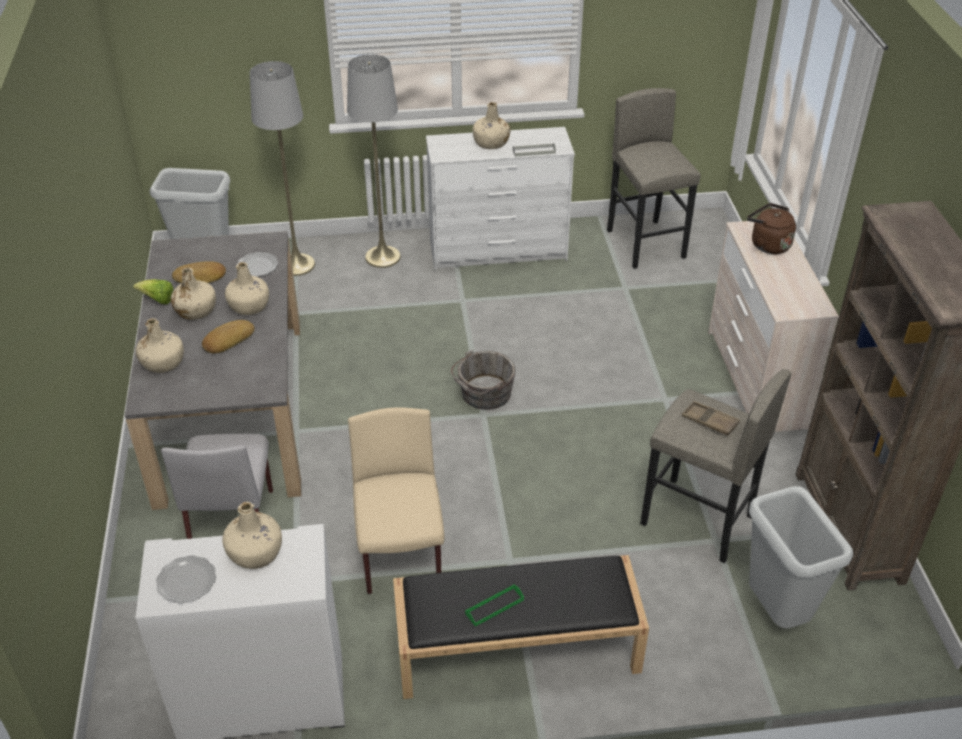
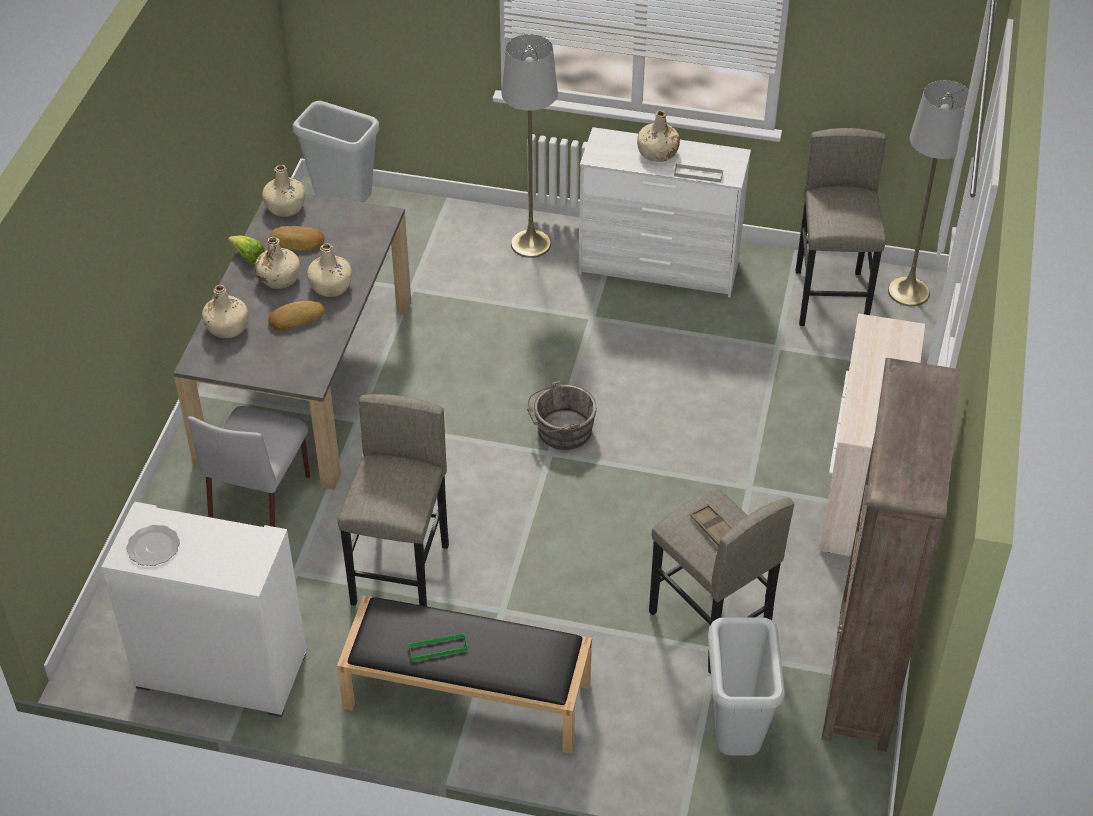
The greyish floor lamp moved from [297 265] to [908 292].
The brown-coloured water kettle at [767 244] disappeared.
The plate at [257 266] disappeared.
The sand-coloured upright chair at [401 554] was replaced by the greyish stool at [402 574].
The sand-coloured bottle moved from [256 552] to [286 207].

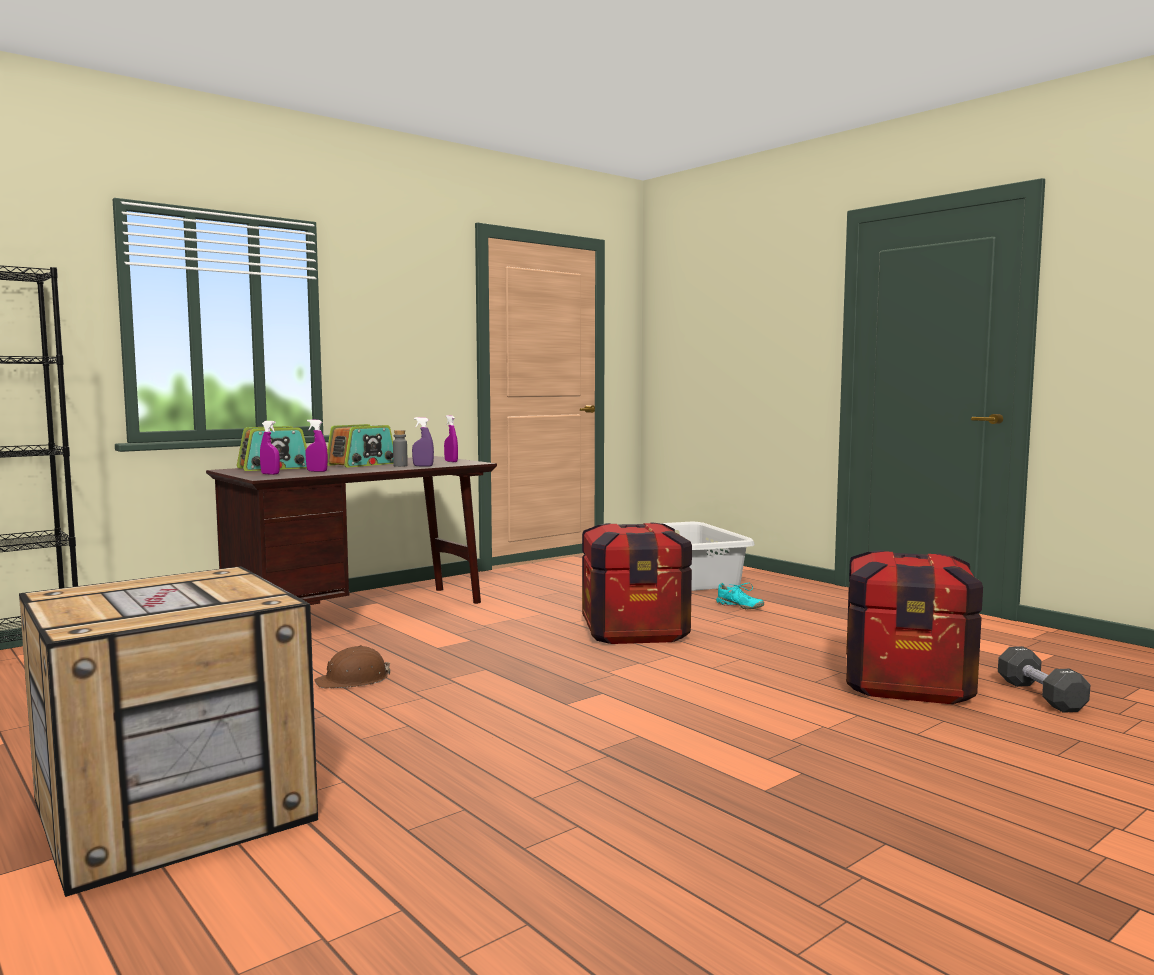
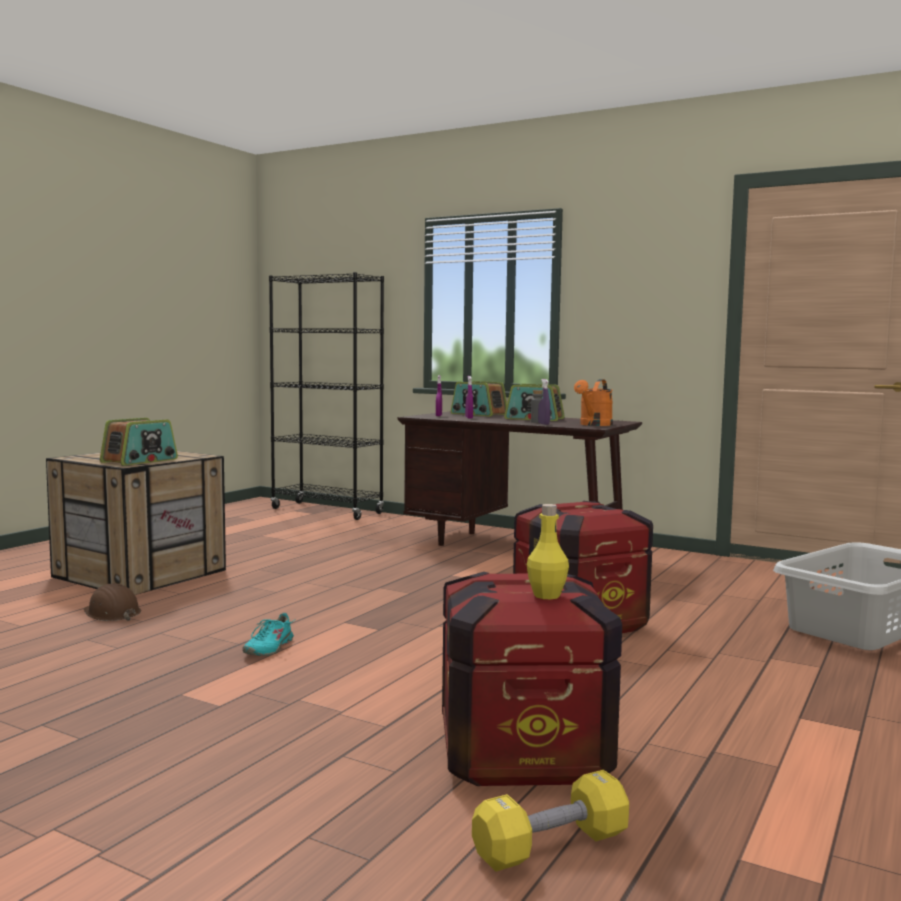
The purple-coloured sprayer at [451 461] was replaced by the orange sprinkling can at [594 425].
The turquoise shoe moved from [739 606] to [268 648].
The brown-coloured hard hat moved from [353 680] to [112 613].
The black-coloured free weight at [1040 696] became the yellow-coloured free weight at [551 846].
The radio receiver at [140 461] appeared.
The yellow-coloured bottle at [546 595] appeared.

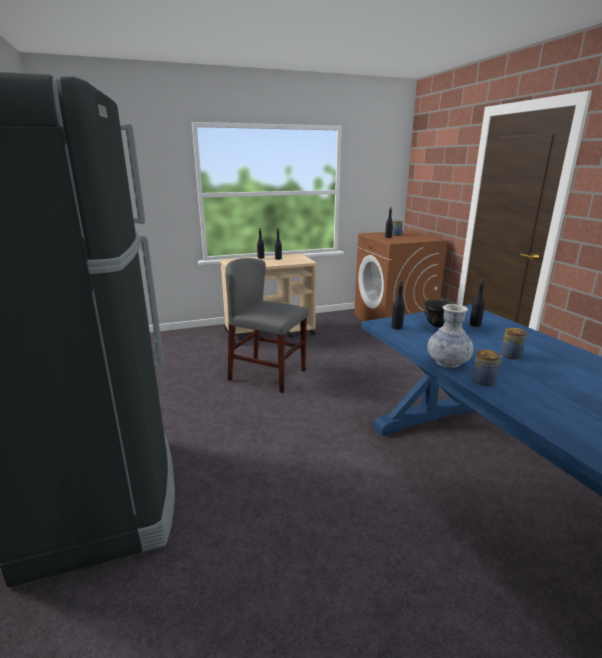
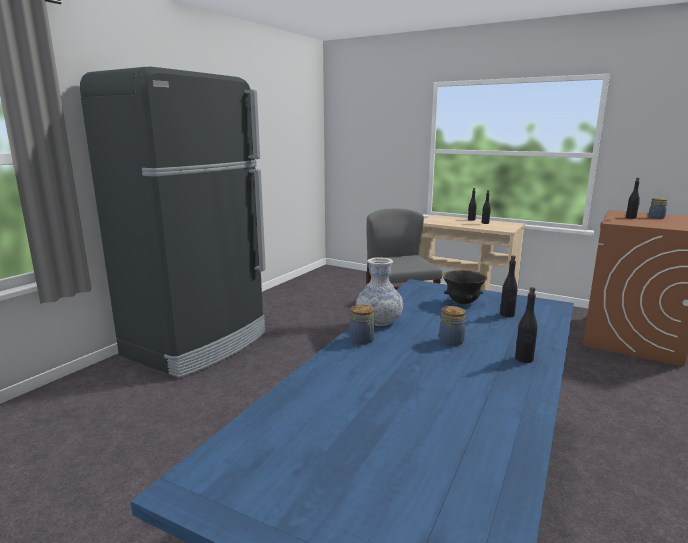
The black-coloured bottle moved from [397 327] to [524 359].

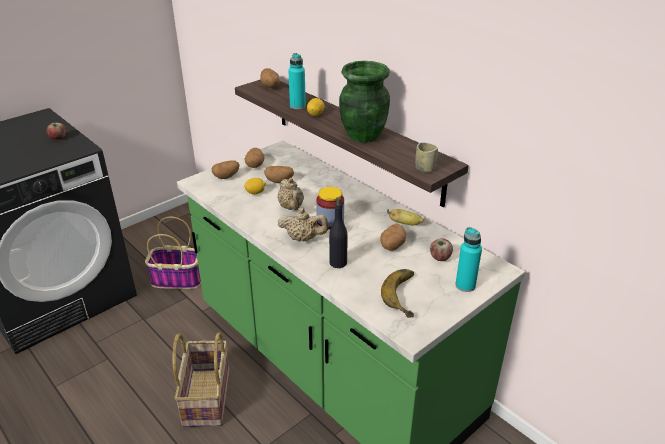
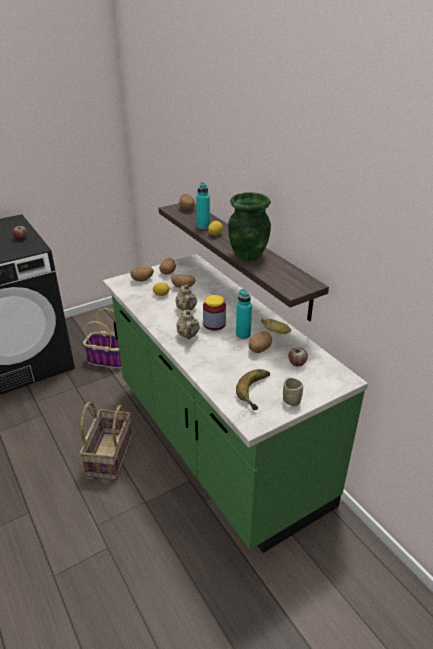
The drinking cup moved from [425 169] to [291 401].
The black-coloured bottle at [338 262] disappeared.
The sand-coloured teapot at [303 239] turned 60 degrees clockwise.
The turquoise bottle moved from [465 285] to [243 334].

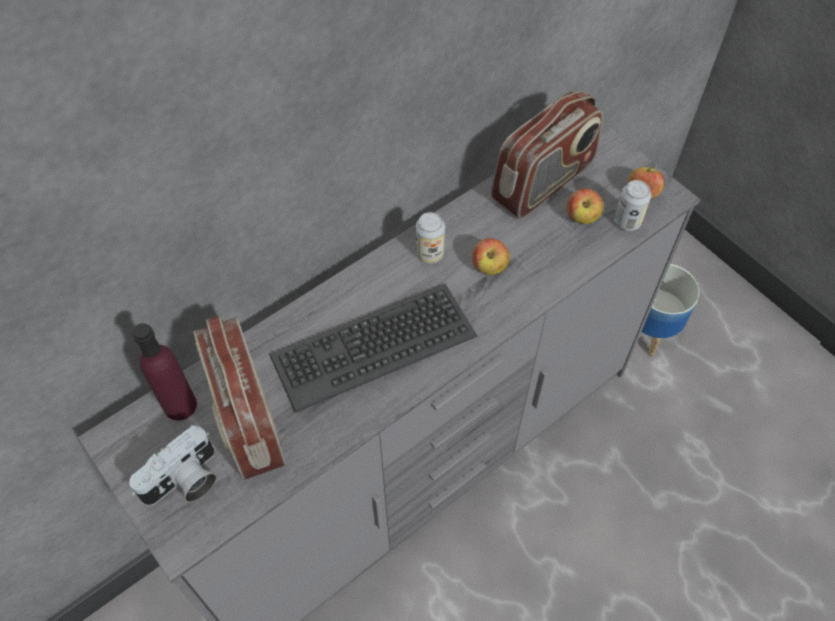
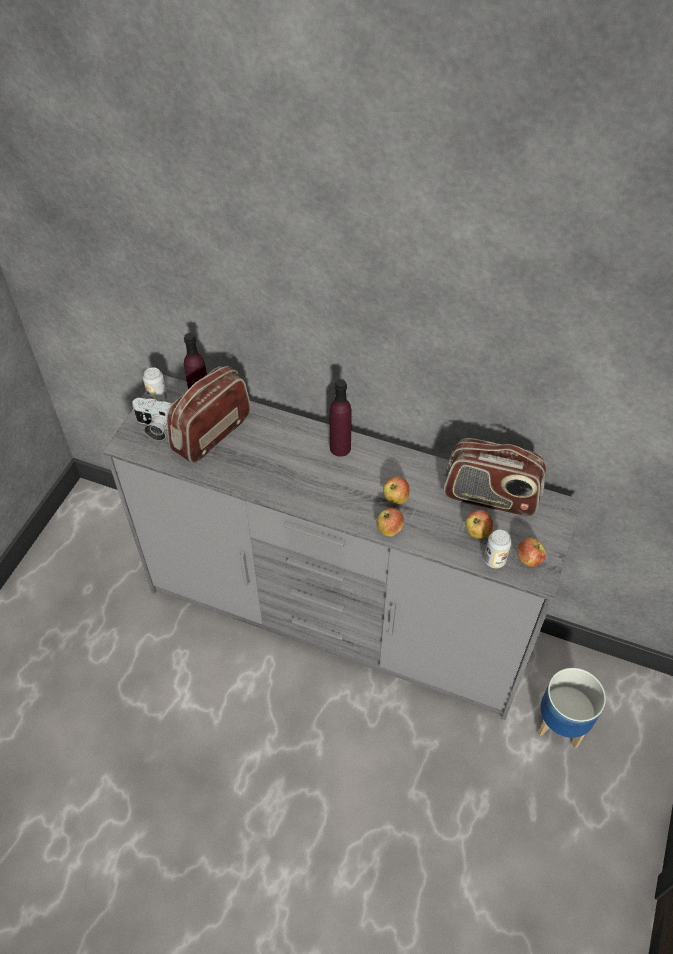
The metal can moved from [429 254] to [158 398].
The PC keyboard at [373 345] disappeared.
The purple-coloured bottle at [340 448] appeared.
The whole apple at [389 529] appeared.

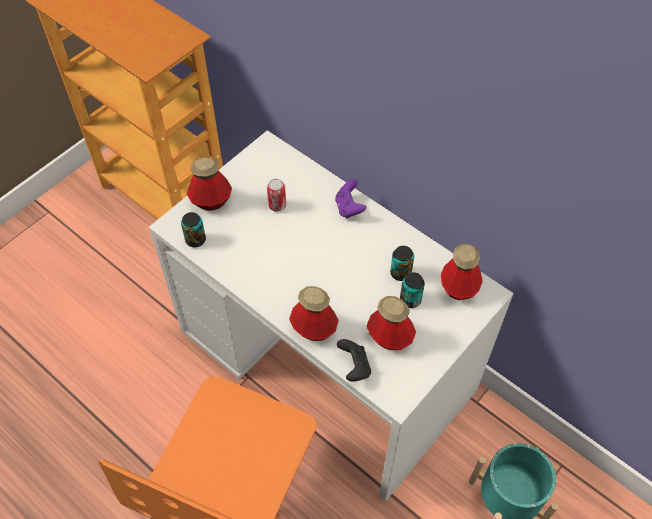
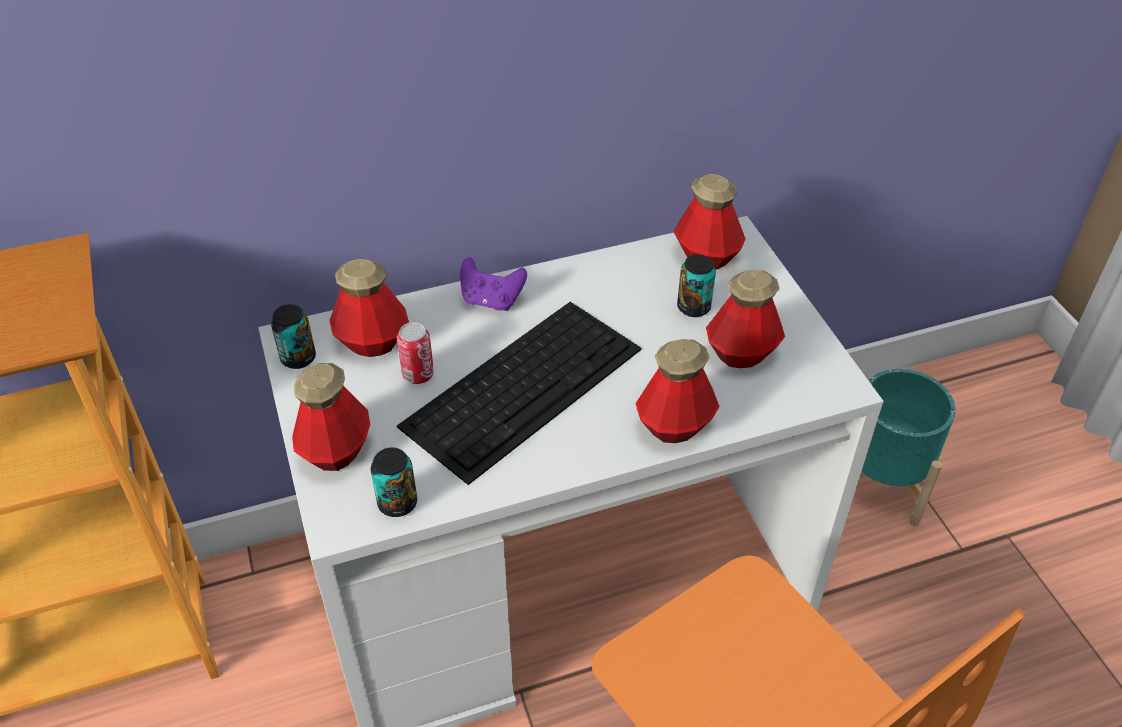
The metal can moved from [400 273] to [298 358].
The black-coloured game controller at [354 367] disappeared.
The bottle at [372 342] appeared.
The PC keyboard at [524 385] appeared.

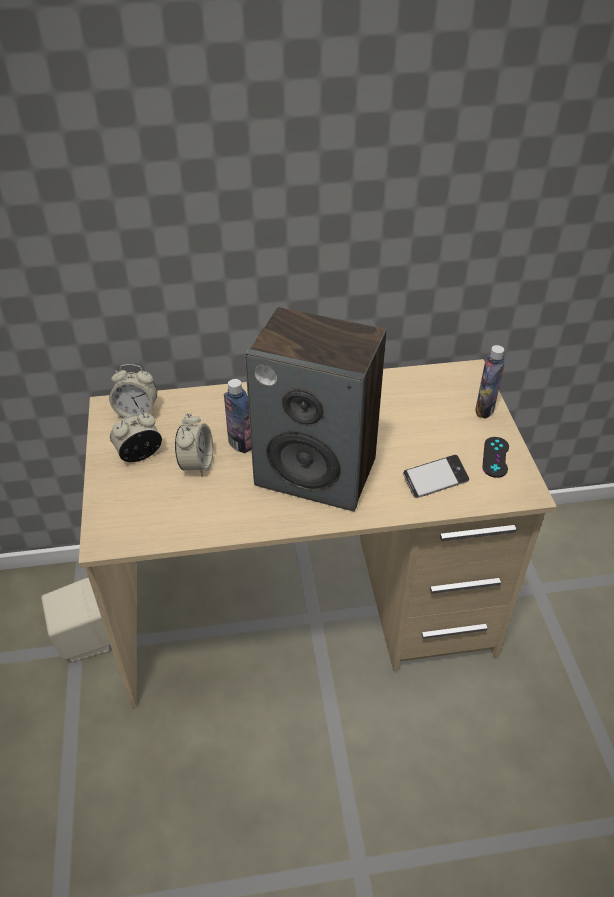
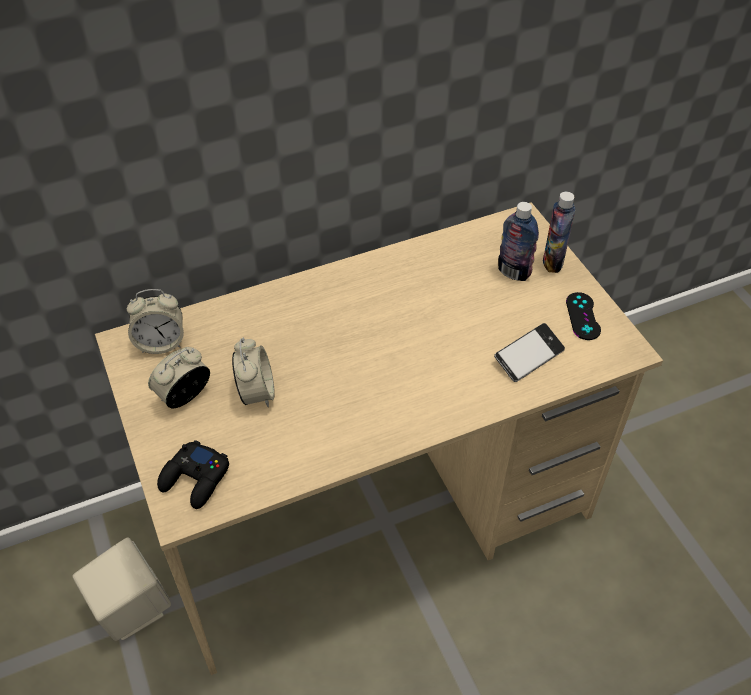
The speaker at [317 472] disappeared.
The bottle moved from [239 444] to [513 272].
The black-coloured game controller at [195 479] appeared.

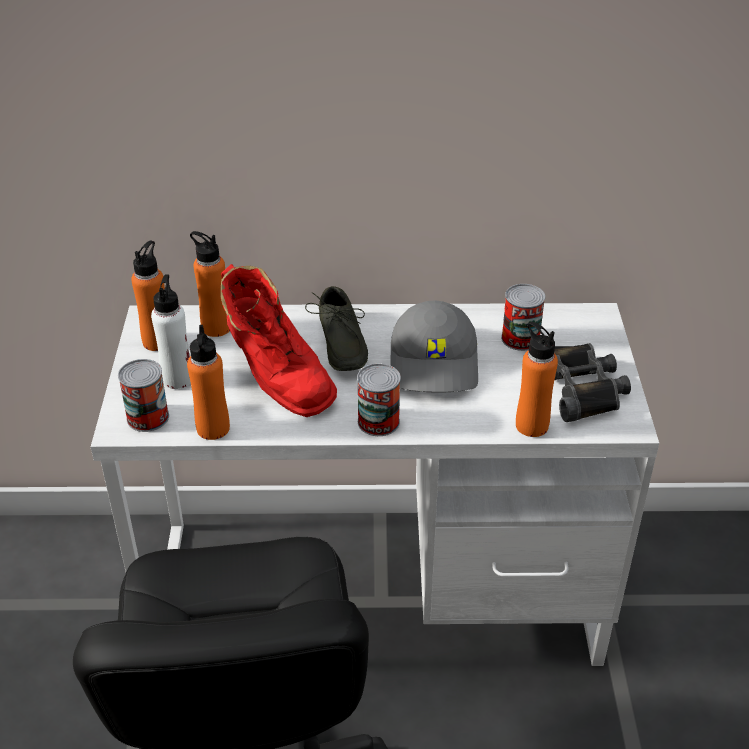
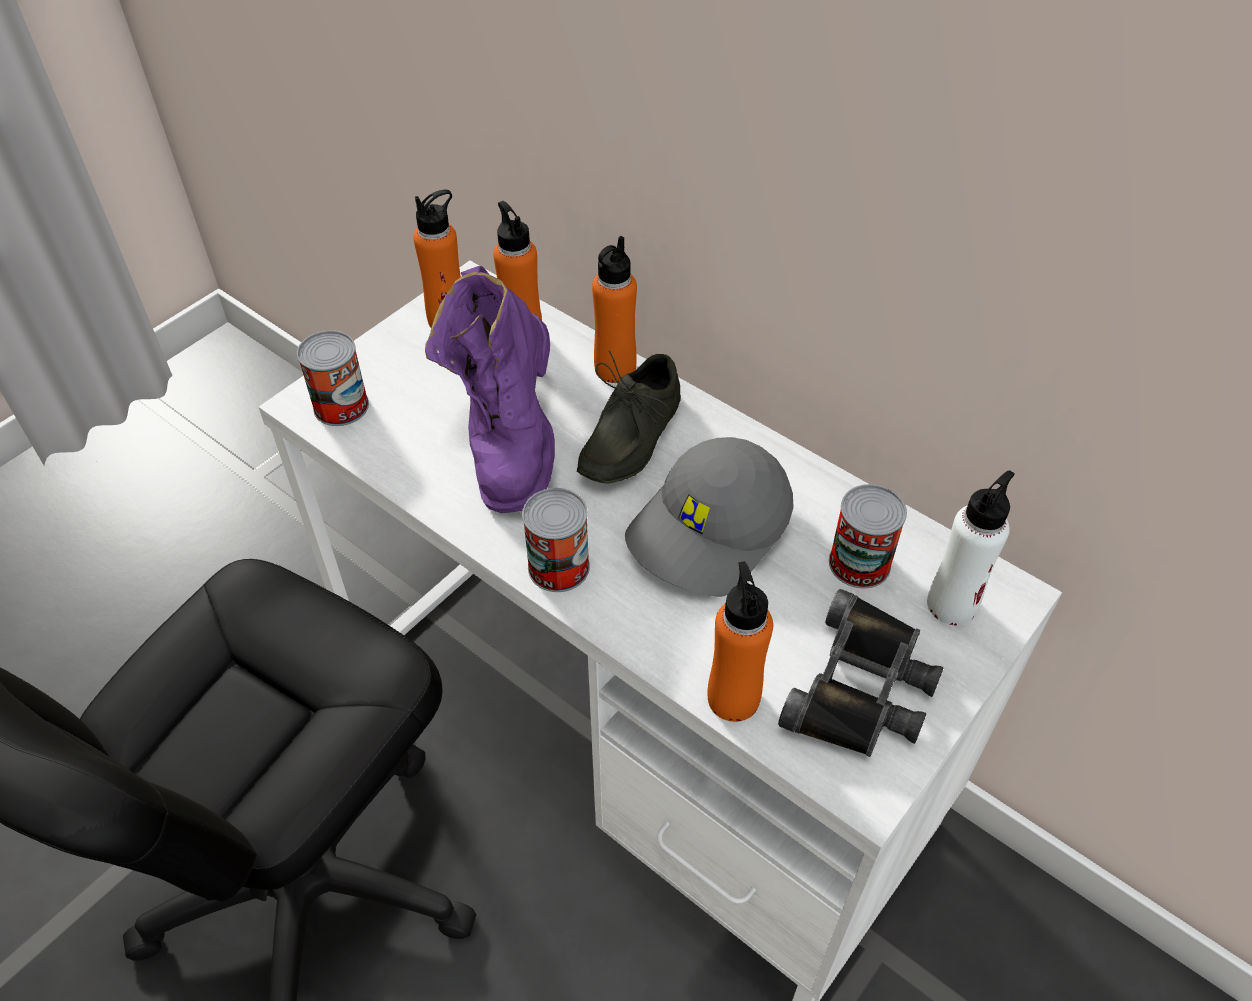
The reddish tall boot at [276 380] became the purple-coloured tall boot at [510 440].
The white bottle moved from [177 378] to [951 605].
The orange bottle moved from [213 428] to [615 369].

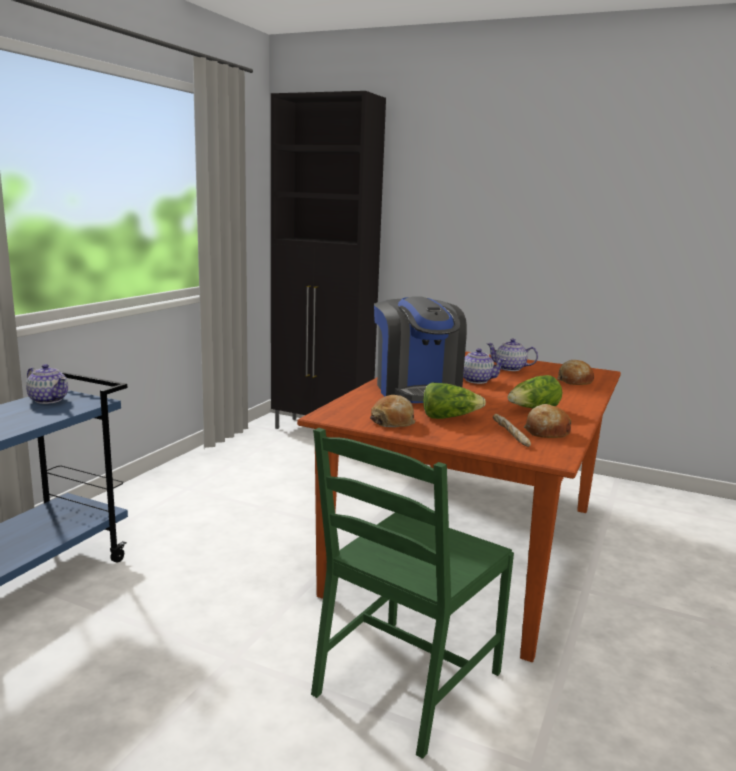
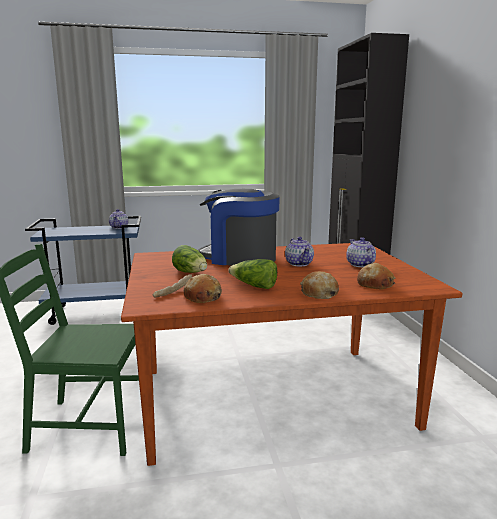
The coffee brewer at [417 390] turned 75 degrees clockwise.
The bakery bread moved from [393 421] to [319 293].

